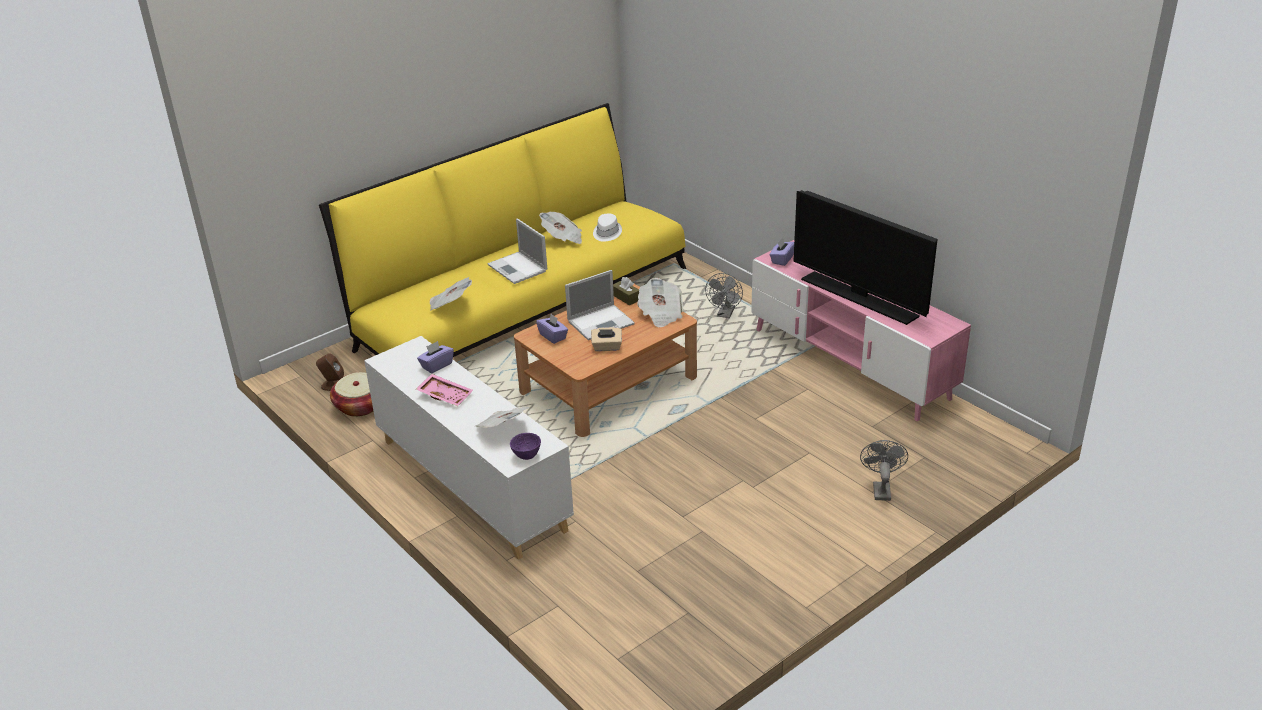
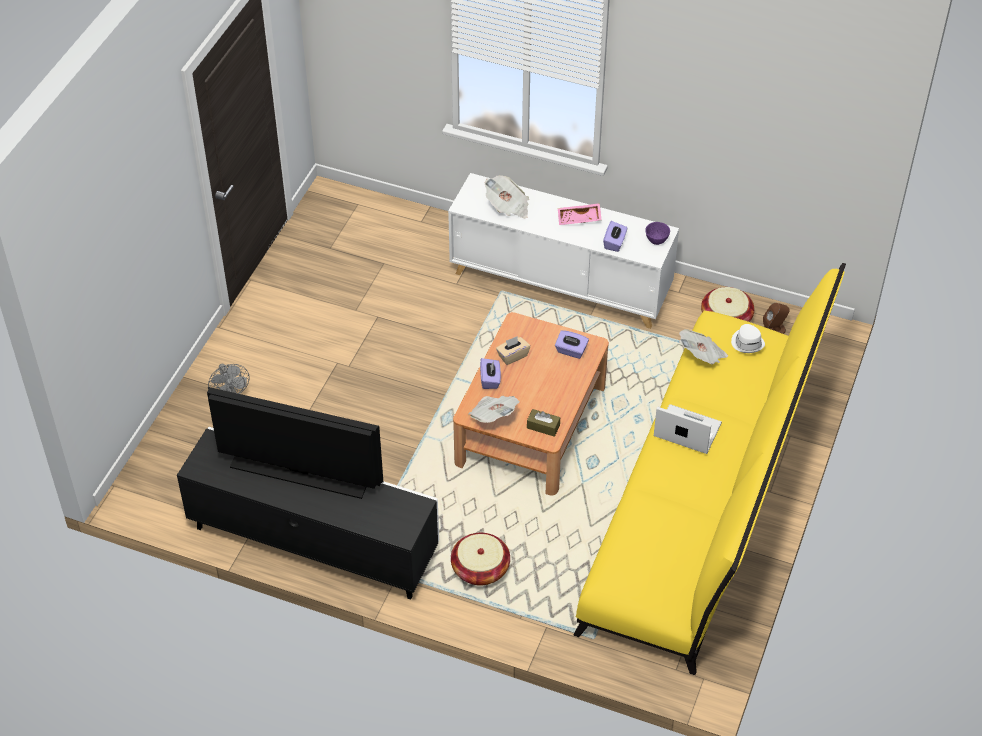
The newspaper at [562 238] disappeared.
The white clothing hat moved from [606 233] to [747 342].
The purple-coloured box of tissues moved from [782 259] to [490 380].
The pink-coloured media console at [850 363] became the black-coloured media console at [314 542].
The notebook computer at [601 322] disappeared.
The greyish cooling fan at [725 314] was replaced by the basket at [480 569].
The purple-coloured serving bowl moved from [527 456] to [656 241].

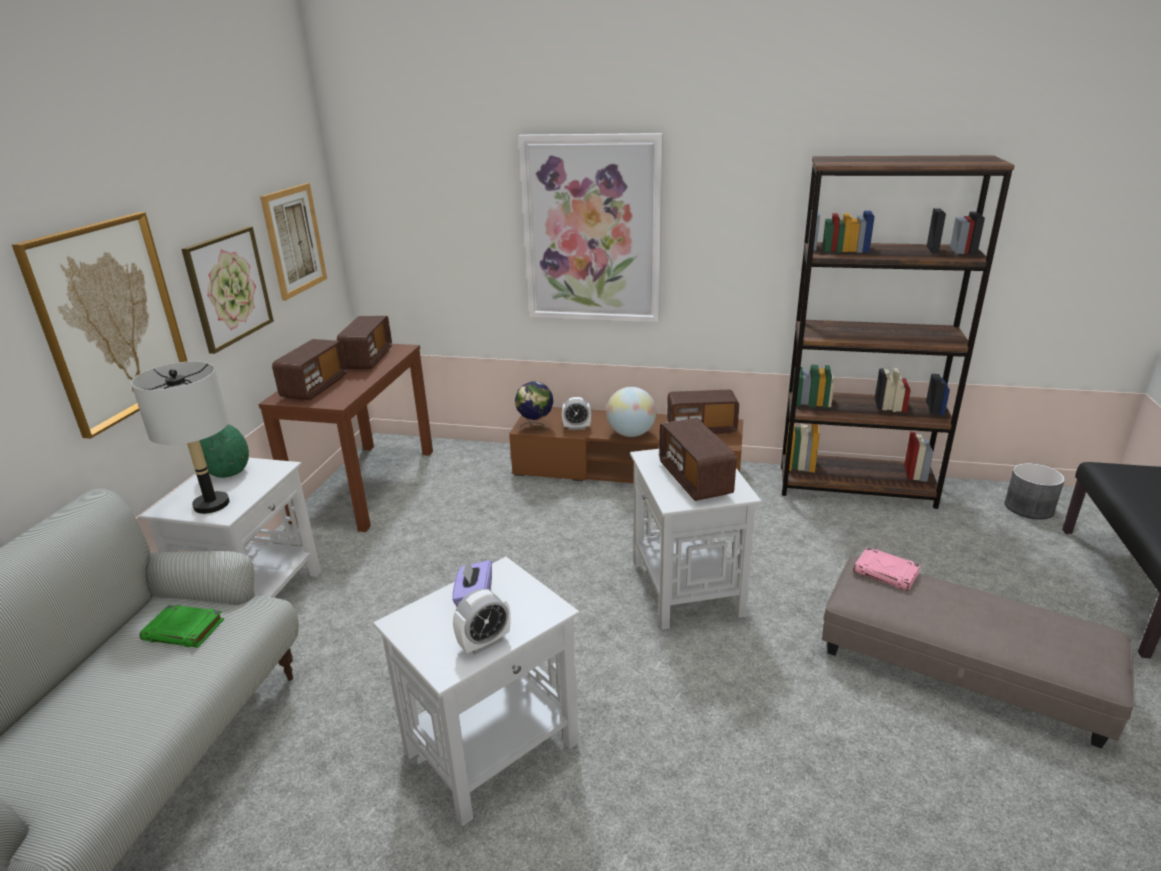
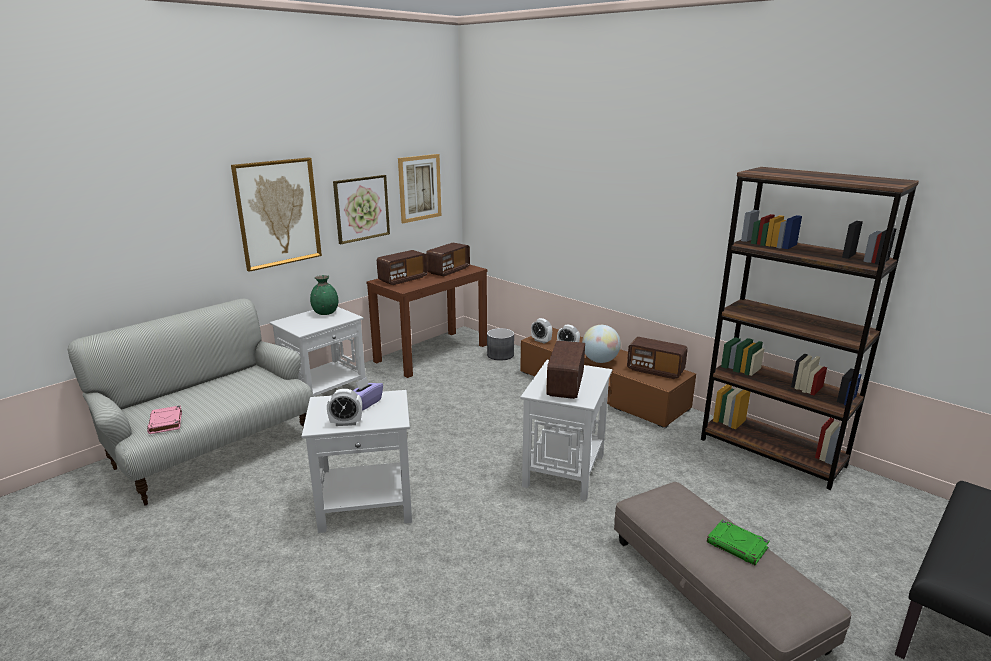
The wall art at [592 230] disappeared.
The greyish tabletop lamp at [212 505] disappeared.
The globe at [535 427] was replaced by the alarm clock at [541 341].
The greyish plant pot moved from [1028 507] to [500 355].
The pink-coloured volume moved from [886 573] to [166 423].
The greenish volume moved from [185 630] to [737 545].

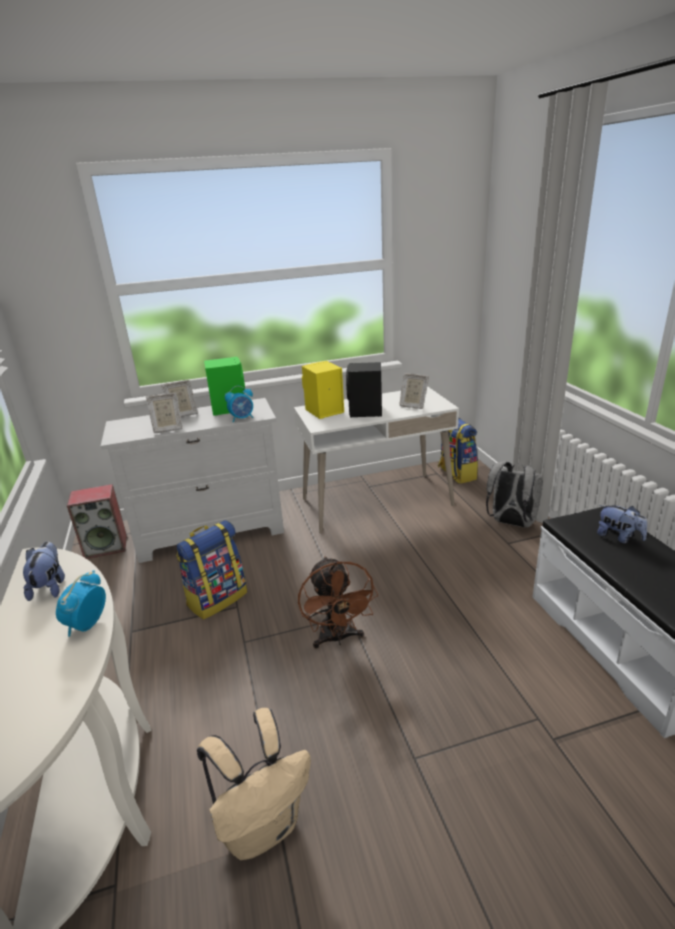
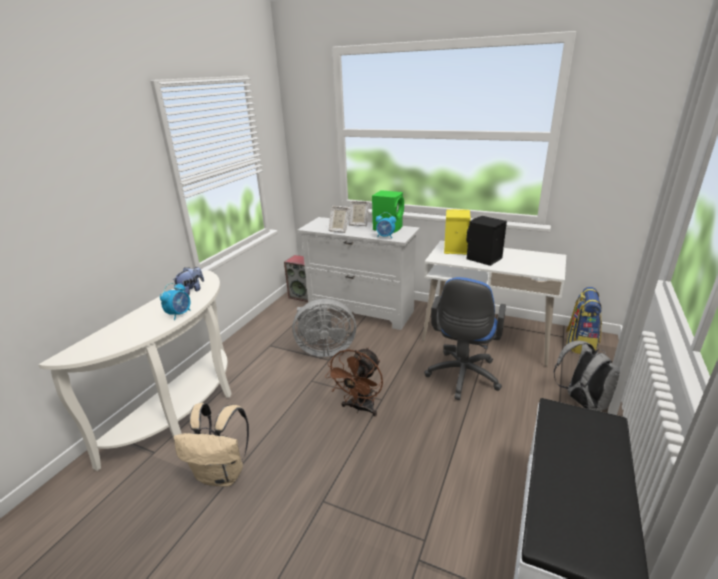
The photo frame at [413 405] disappeared.
The soft toy at [618 537] disappeared.
The knapsack at [217 598] was replaced by the greyish cooling fan at [324 350].
The alarm clock at [87 625] turned 150 degrees clockwise.
The bluish office chair at [462 378] appeared.

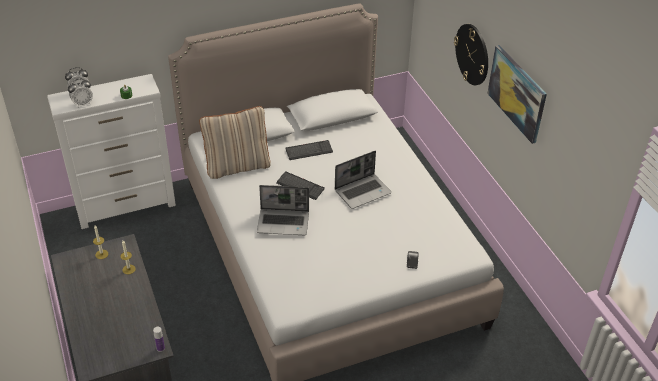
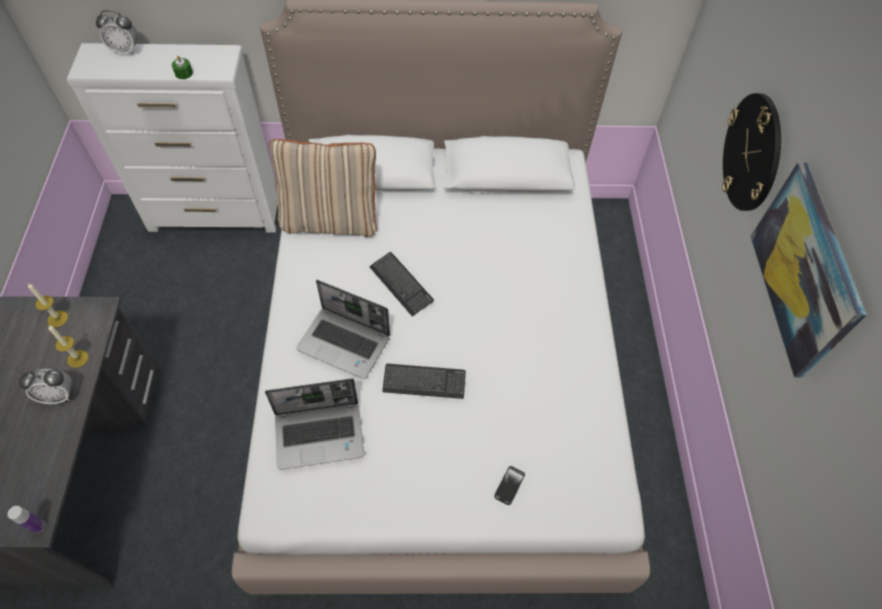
The alarm clock moved from [83 104] to [58 395].
The PC keyboard moved from [309 151] to [424 382].
The notebook computer moved from [363 191] to [320 434].

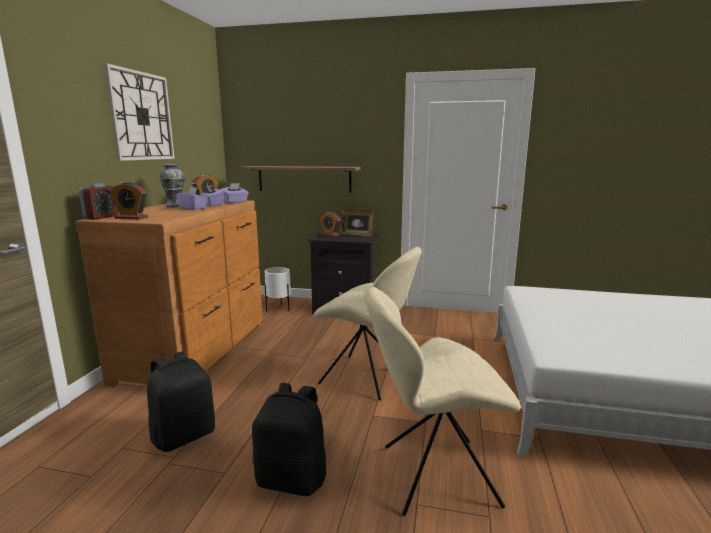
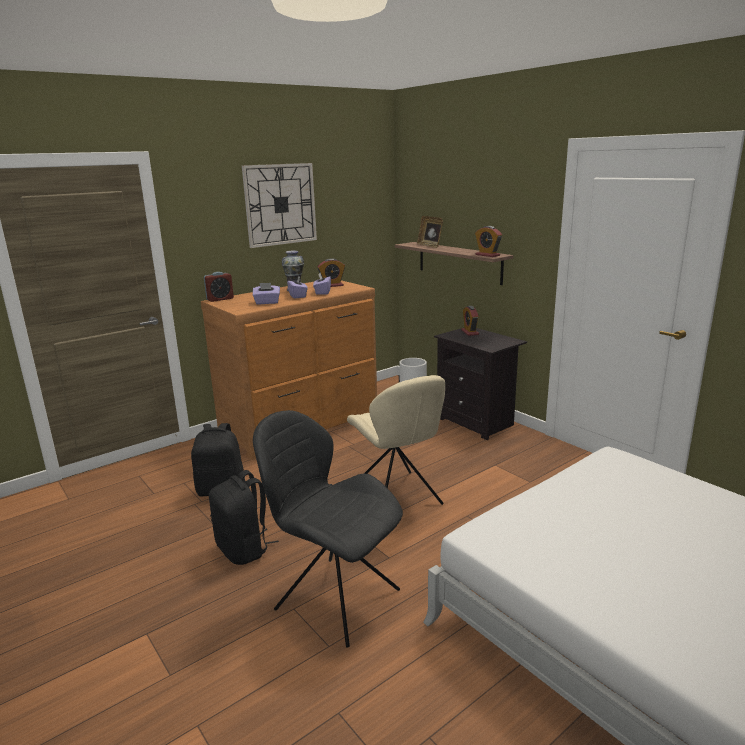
The alarm clock moved from [131 218] to [487 255].
The purple-coloured box of tissues moved from [235 202] to [267 302].
The photo frame moved from [357 234] to [430 246].
The sand-coloured upright chair at [434 475] became the black-coloured upright chair at [334 598].

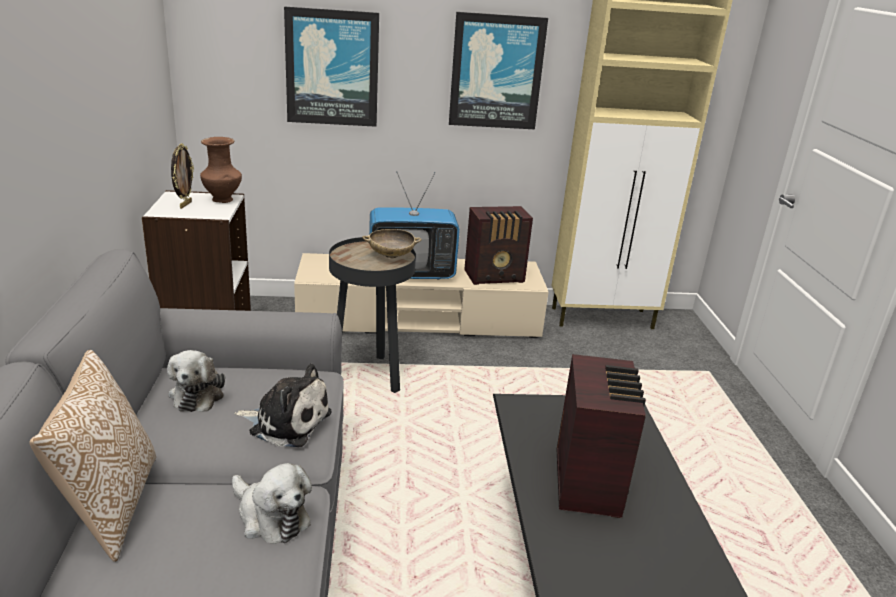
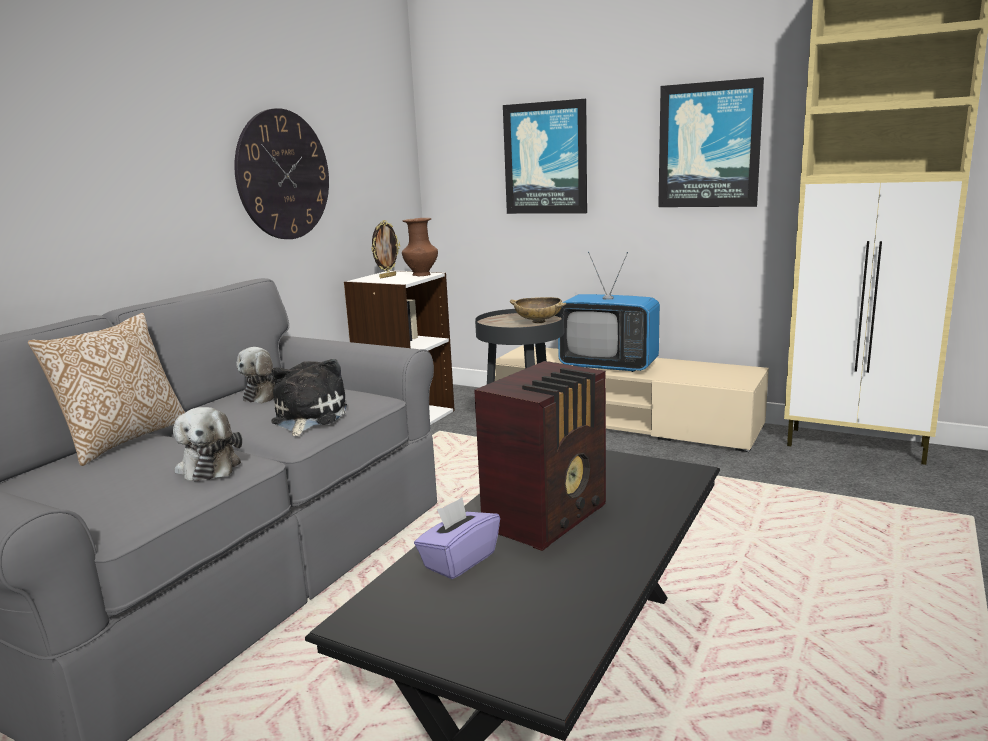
The radio receiver at [495 277] disappeared.
The soft toy at [286 422] turned 135 degrees counterclockwise.
The clock on the wall at [283 175] appeared.
The purple-coloured box of tissues at [459 560] appeared.

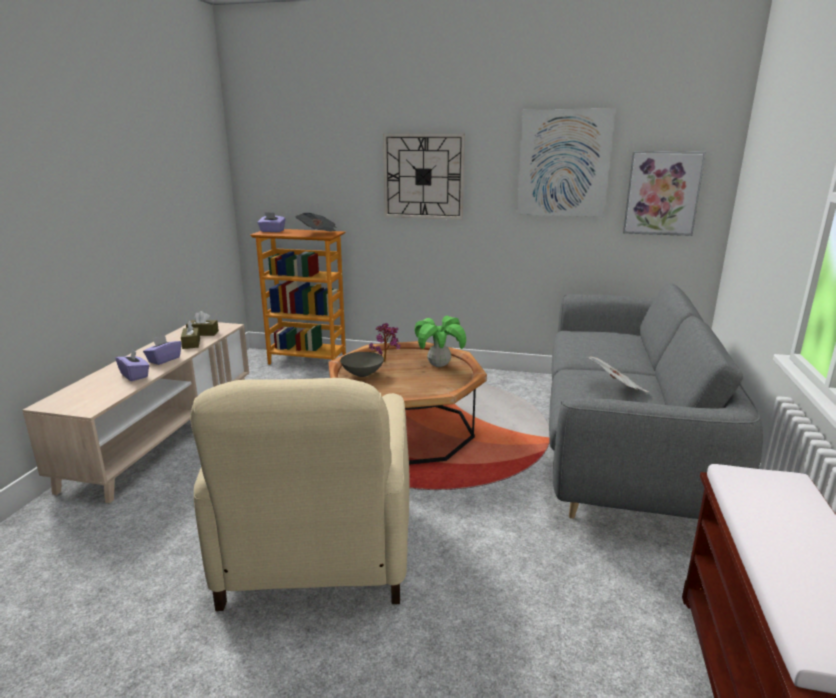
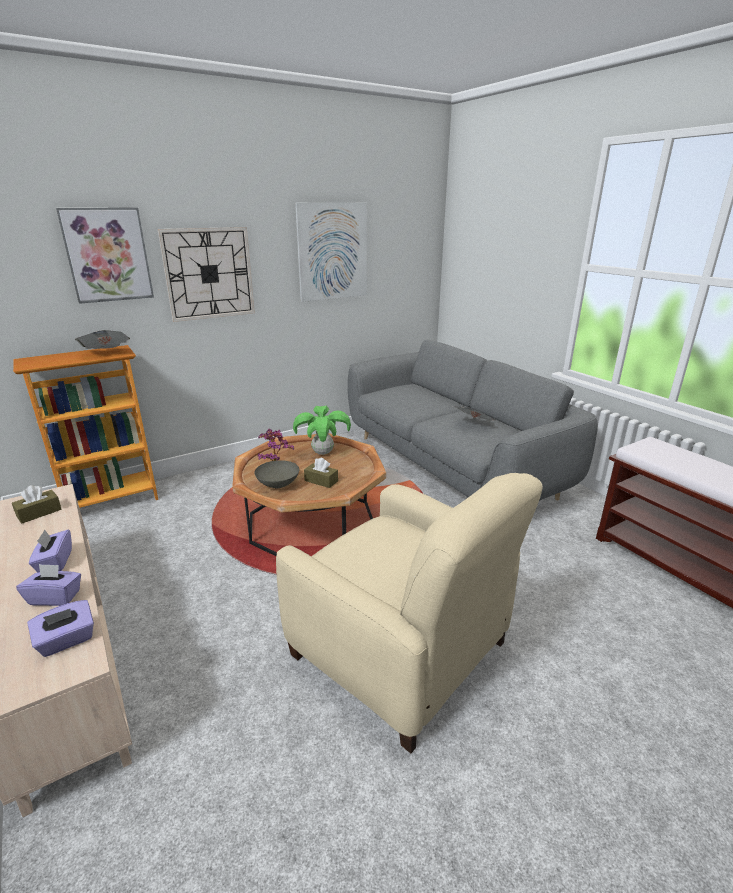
The wall art moved from [662 193] to [107 255].
The purple-coloured box of tissues moved from [272 231] to [67 640].
The brown-coloured box of tissues moved from [191 343] to [321 481].

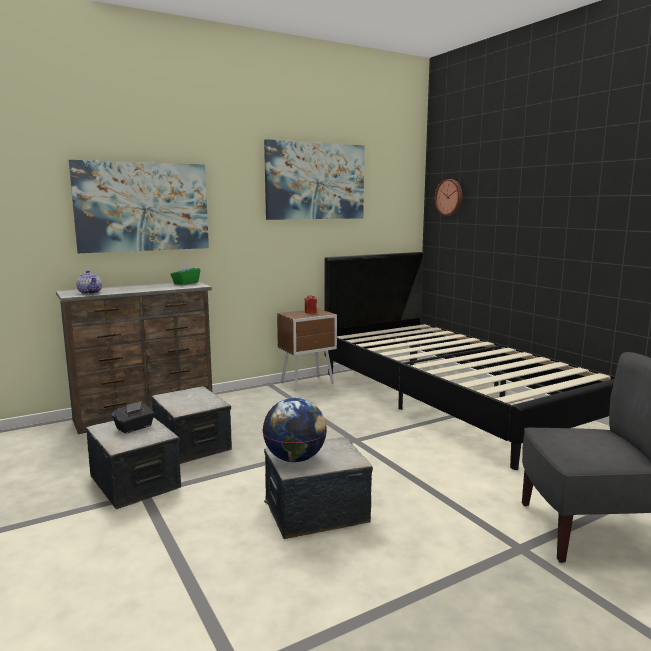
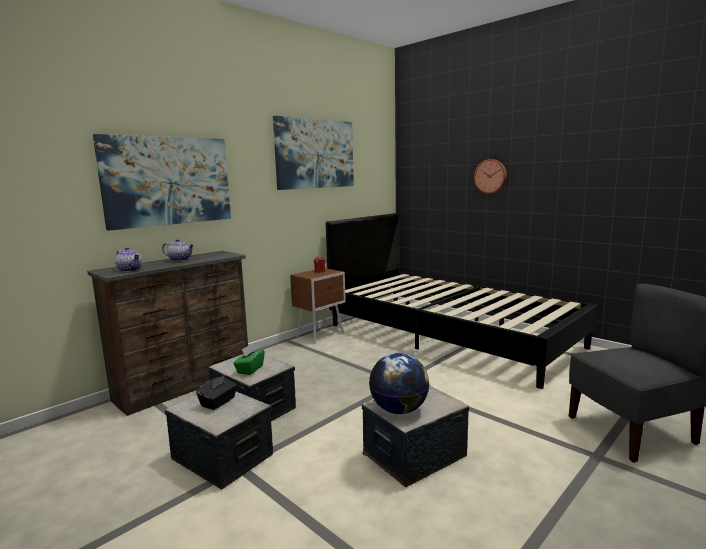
The clock on the wall moved from [449 197] to [491 176].
The greenish box of tissues moved from [185 283] to [250 369].
The teapot at [180 259] appeared.

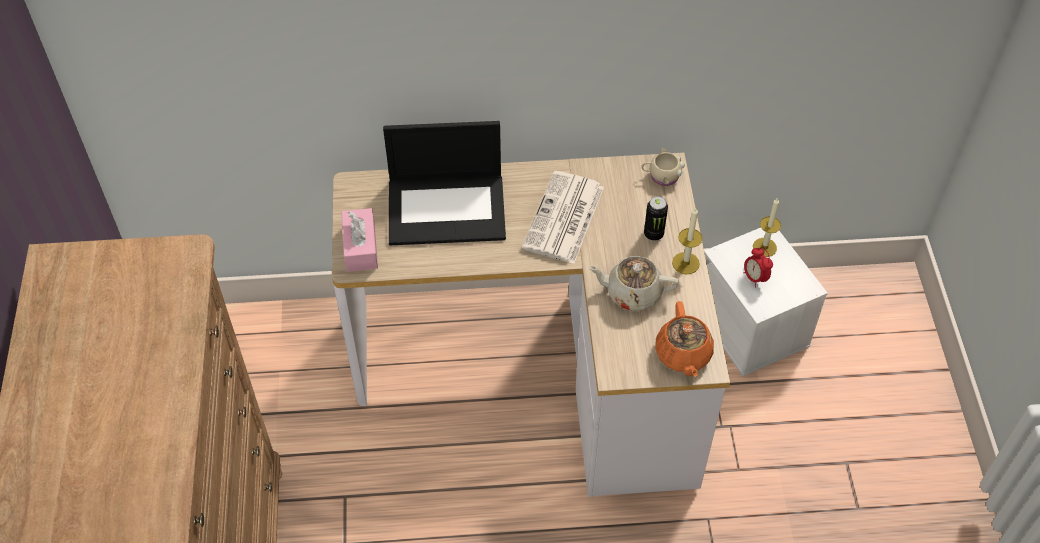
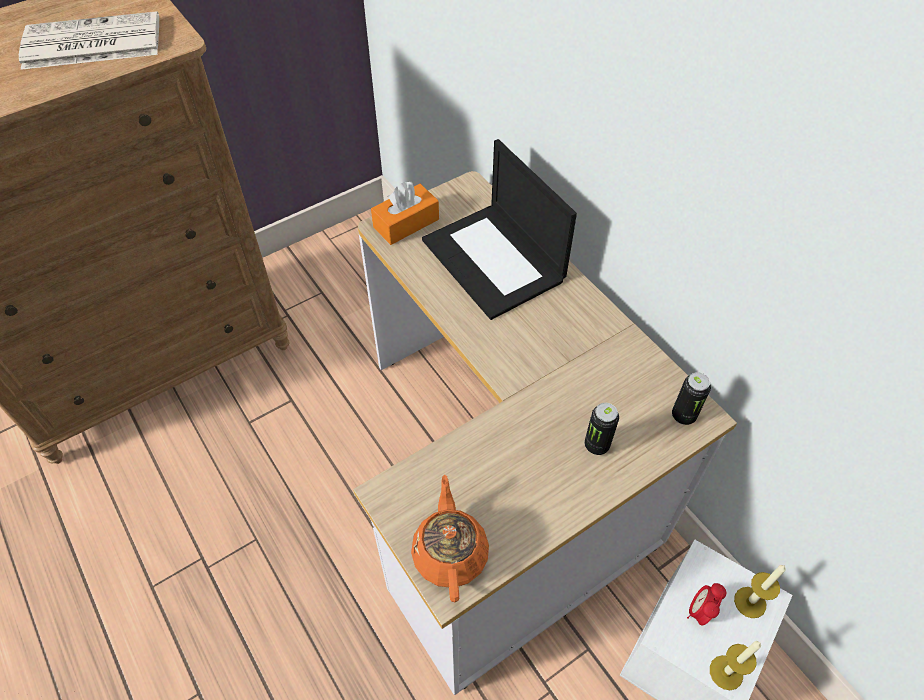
The sand-coloured tea mug at [661 176] was replaced by the metal can at [683 416].
The newspaper moved from [564 219] to [90 43].
The wax light moved from [685 263] to [726 672].
The pink-coloured box of tissues at [360 247] became the orange box of tissues at [406 223].
The sand-coloured teapot at [632 292] disappeared.
The orange teapot at [683 354] turned 120 degrees clockwise.

